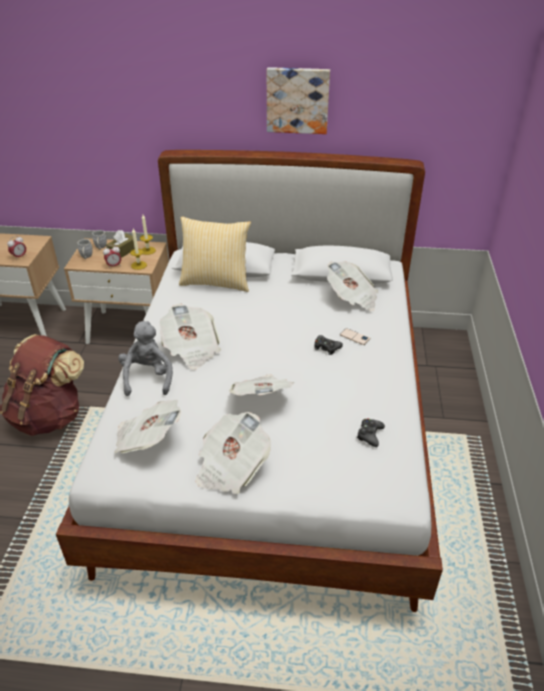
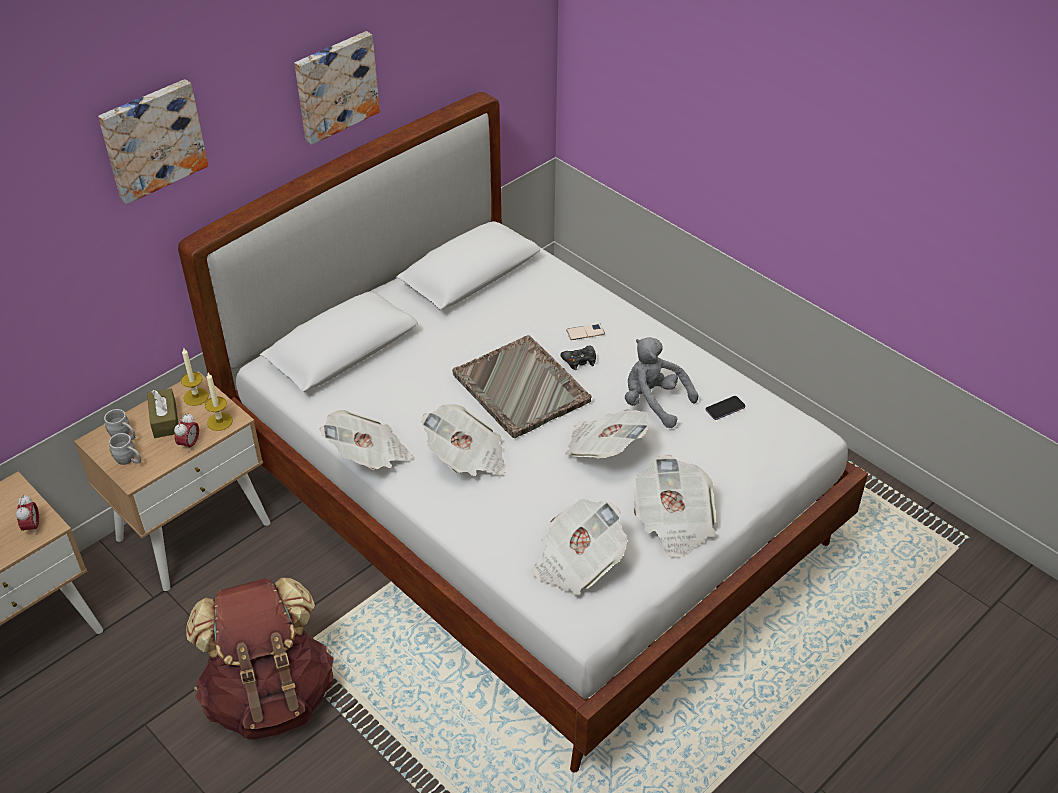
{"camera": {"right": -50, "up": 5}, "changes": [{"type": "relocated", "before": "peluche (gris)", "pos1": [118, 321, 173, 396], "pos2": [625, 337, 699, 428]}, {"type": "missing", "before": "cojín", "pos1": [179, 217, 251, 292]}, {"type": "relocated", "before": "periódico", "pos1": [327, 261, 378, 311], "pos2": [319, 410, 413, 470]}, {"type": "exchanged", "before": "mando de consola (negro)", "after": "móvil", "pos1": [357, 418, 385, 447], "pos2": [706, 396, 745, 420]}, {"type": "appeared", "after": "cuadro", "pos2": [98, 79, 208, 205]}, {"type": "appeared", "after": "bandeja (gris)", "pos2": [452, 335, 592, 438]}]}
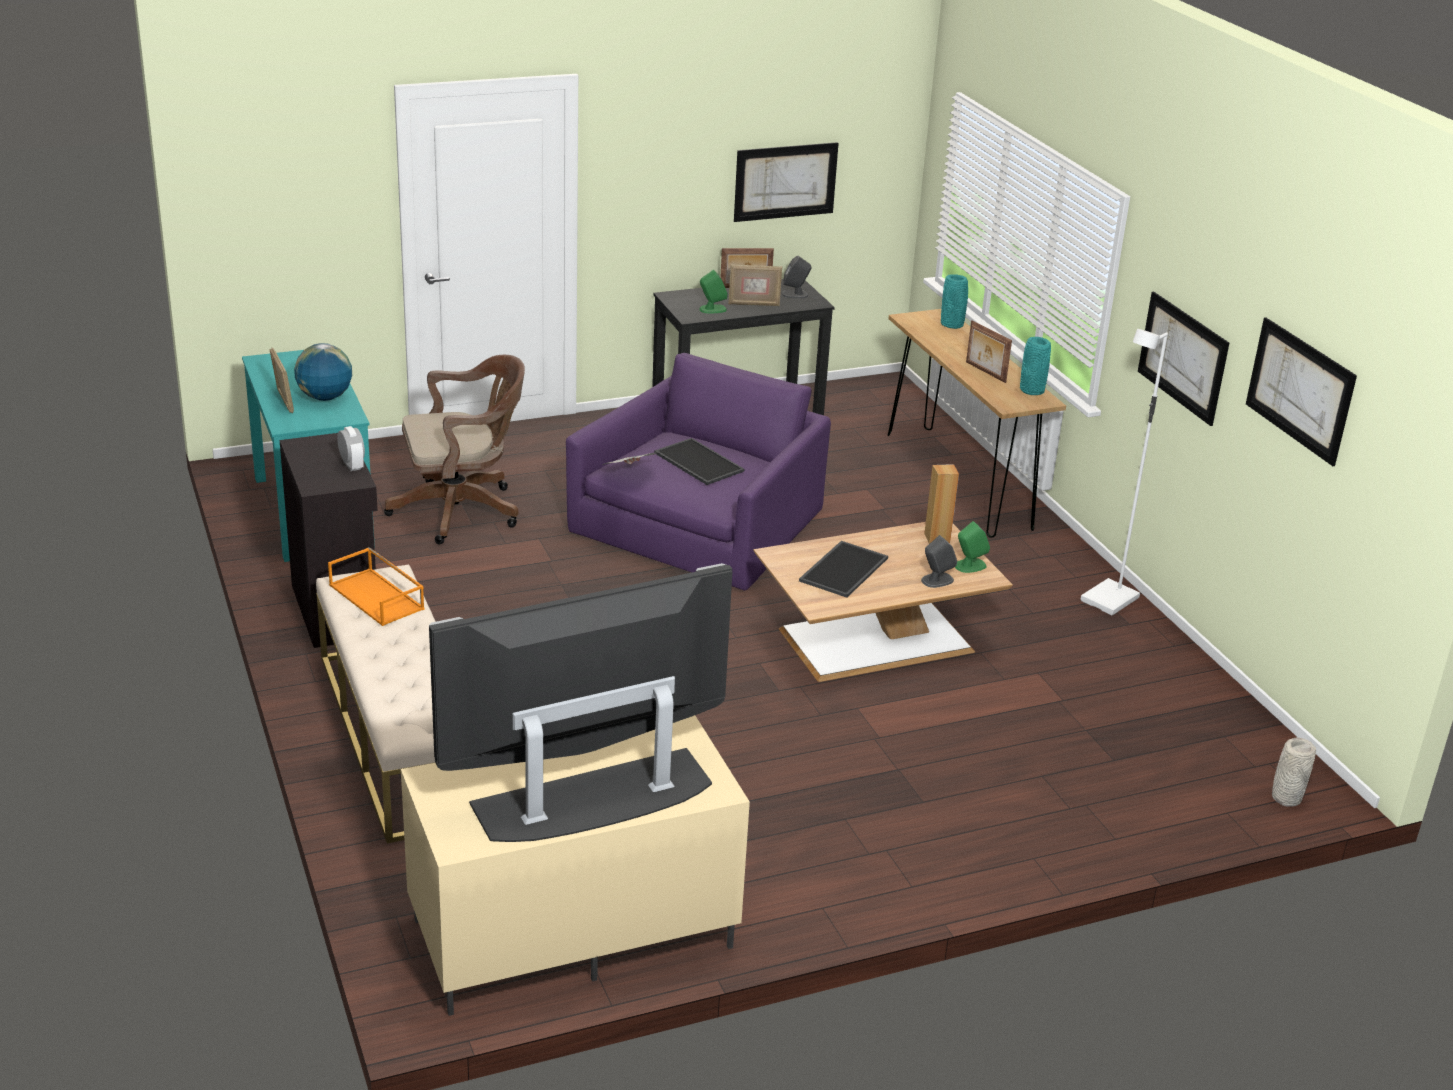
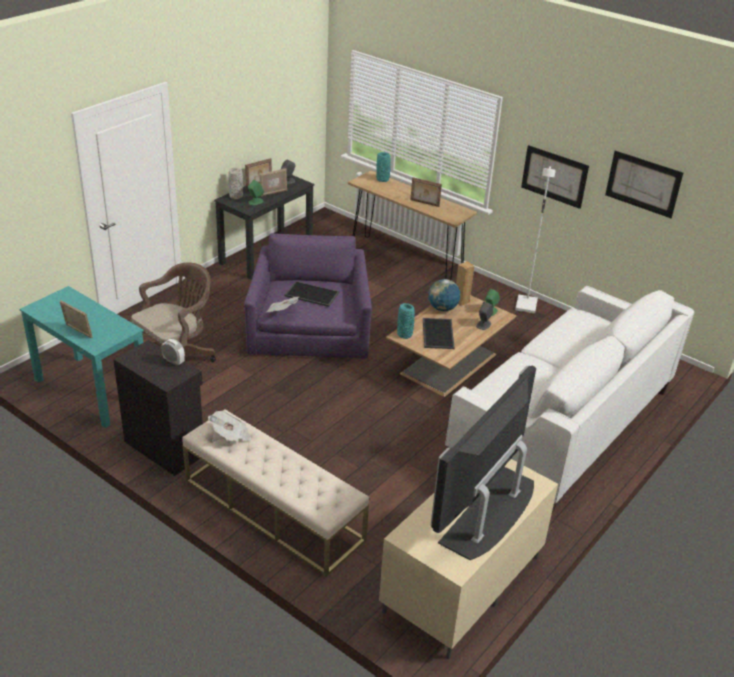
{"camera": {"right": -30, "up": 5}, "changes": [{"type": "relocated", "before": "globo terráqueo", "pos1": [294, 343, 352, 401], "pos2": [428, 279, 460, 311]}, {"type": "exchanged", "before": "bandeja (naranja)", "after": "periódico", "pos1": [328, 547, 425, 626], "pos2": [208, 411, 252, 442]}, {"type": "missing", "before": "cuadro", "pos1": [734, 142, 839, 222]}, {"type": "relocated", "before": "florero (turquesa)", "pos1": [1020, 337, 1051, 395], "pos2": [397, 303, 415, 339]}, {"type": "relocated", "before": "florero (gris)", "pos1": [1272, 737, 1316, 807], "pos2": [228, 168, 243, 199]}, {"type": "appeared", "after": "sofá (blanco)", "pos2": [445, 286, 694, 513]}]}
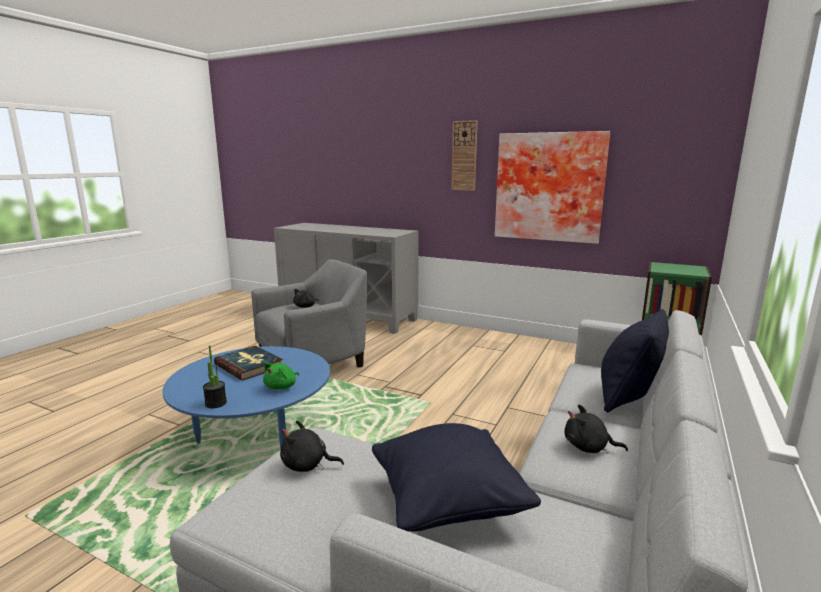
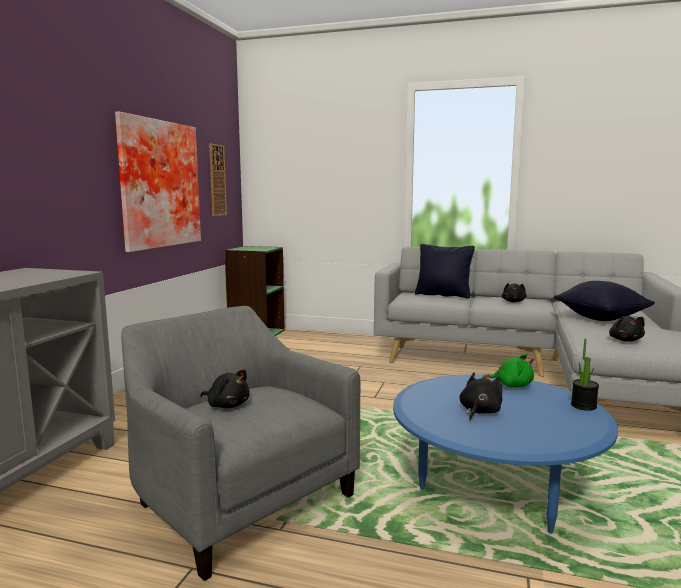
{"camera": {"right": -100, "up": -5}, "changes": [{"type": "exchanged", "before": "libro", "after": "peluche (negro)", "pos1": [214, 345, 283, 381], "pos2": [459, 372, 502, 420]}, {"type": "relocated", "before": "reloj de pared", "pos1": [451, 120, 477, 191], "pos2": [209, 144, 227, 216]}]}
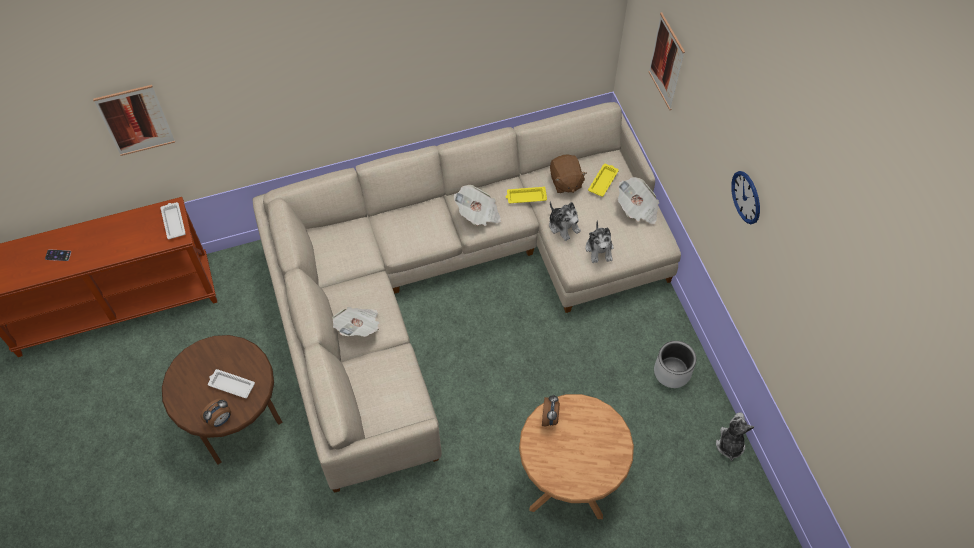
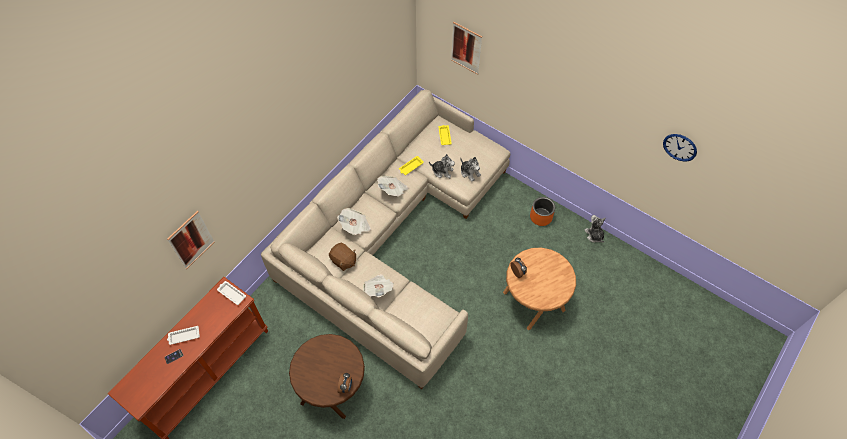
{"camera": {"right": -35, "up": 0}, "changes": [{"type": "relocated", "before": "bandeja (blanco)", "pos1": [208, 369, 255, 398], "pos2": [167, 326, 200, 345]}, {"type": "relocated", "before": "peluche (marrón)", "pos1": [550, 154, 587, 193], "pos2": [329, 243, 356, 271]}, {"type": "relocated", "before": "periódico", "pos1": [618, 177, 659, 225], "pos2": [337, 208, 371, 235]}, {"type": "colour", "before": "maceta (gris)", "after": "maceta (naranja)", "pos1": [654, 341, 696, 388], "pos2": [530, 197, 555, 226]}, {"type": "relocated", "before": "reloj de pared", "pos1": [731, 171, 760, 224], "pos2": [663, 134, 697, 162]}]}
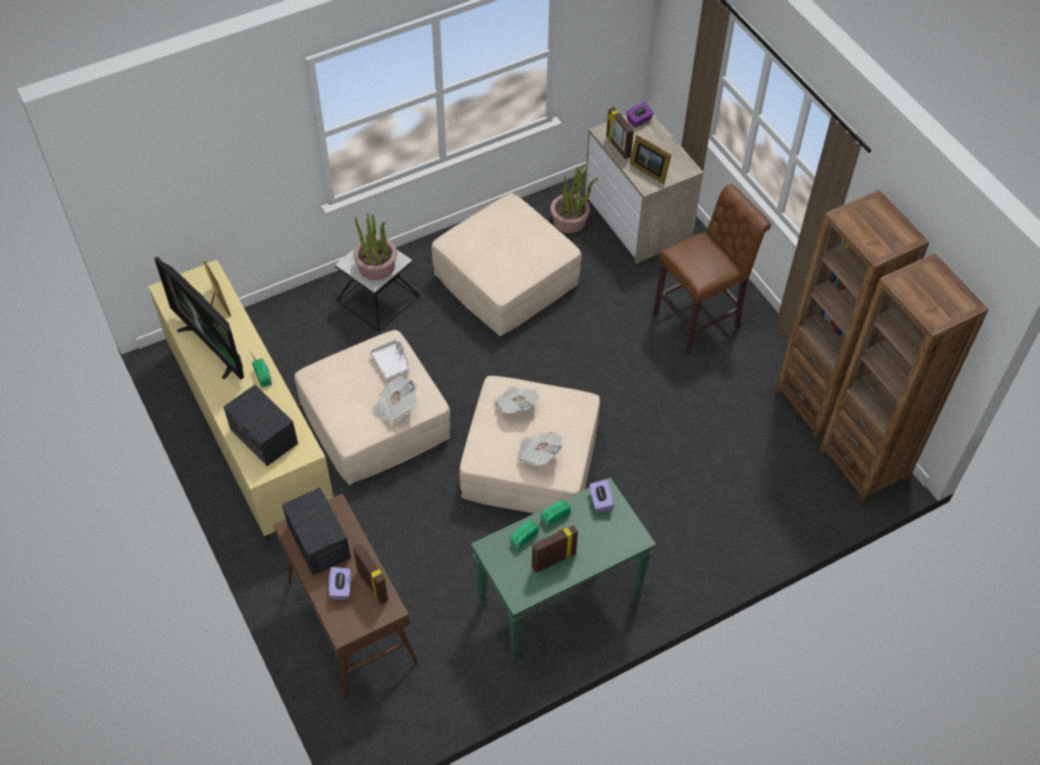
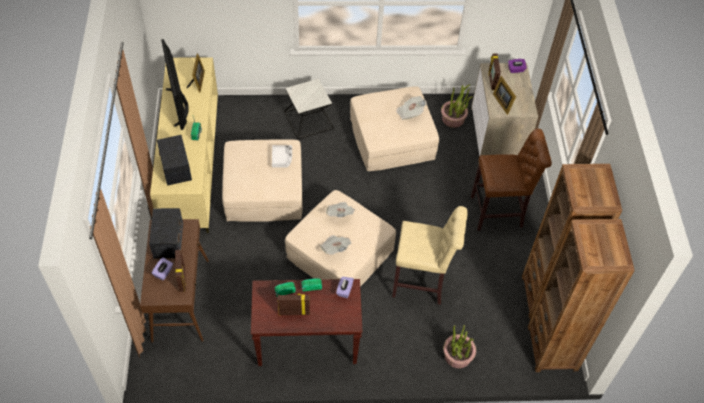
{"camera": {"right": 25, "up": 0}, "changes": [{"type": "relocated", "before": "planta en maceta", "pos1": [353, 212, 397, 280], "pos2": [443, 325, 476, 368]}, {"type": "relocated", "before": "periódico", "pos1": [371, 376, 417, 425], "pos2": [396, 96, 427, 120]}, {"type": "colour", "before": "mesa consola (verde)", "after": "mesa consola (marrón)", "pos1": [471, 478, 656, 660], "pos2": [251, 279, 362, 366]}, {"type": "appeared", "after": "taburete (beis)", "pos2": [392, 206, 467, 305]}]}
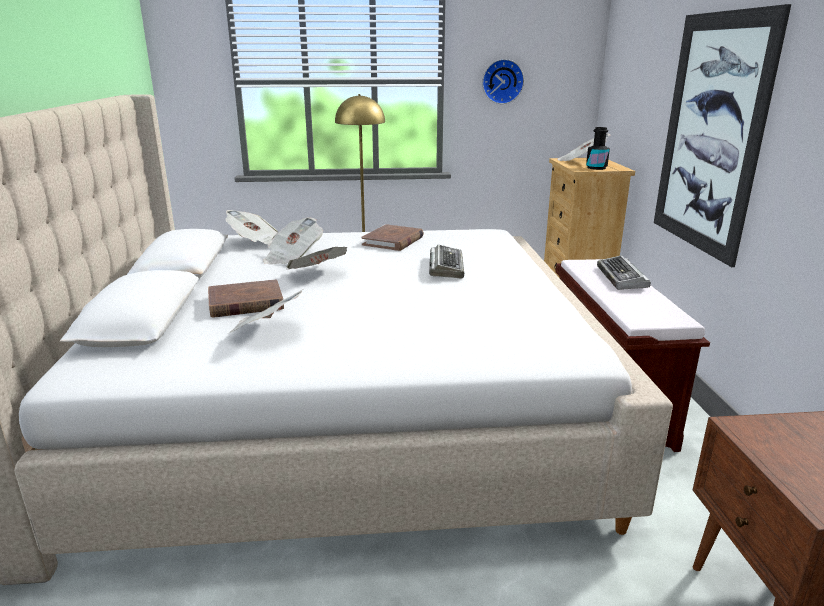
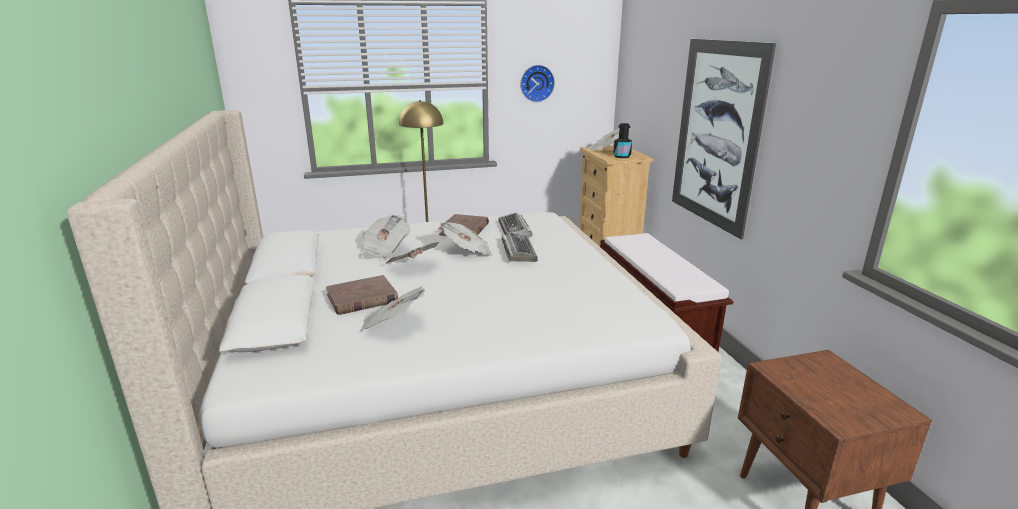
{"camera": {"right": -10, "up": 0}, "changes": [{"type": "relocated", "before": "periódico", "pos1": [225, 210, 278, 245], "pos2": [440, 222, 493, 256]}, {"type": "relocated", "before": "teclado", "pos1": [597, 255, 651, 290], "pos2": [499, 212, 532, 237]}]}
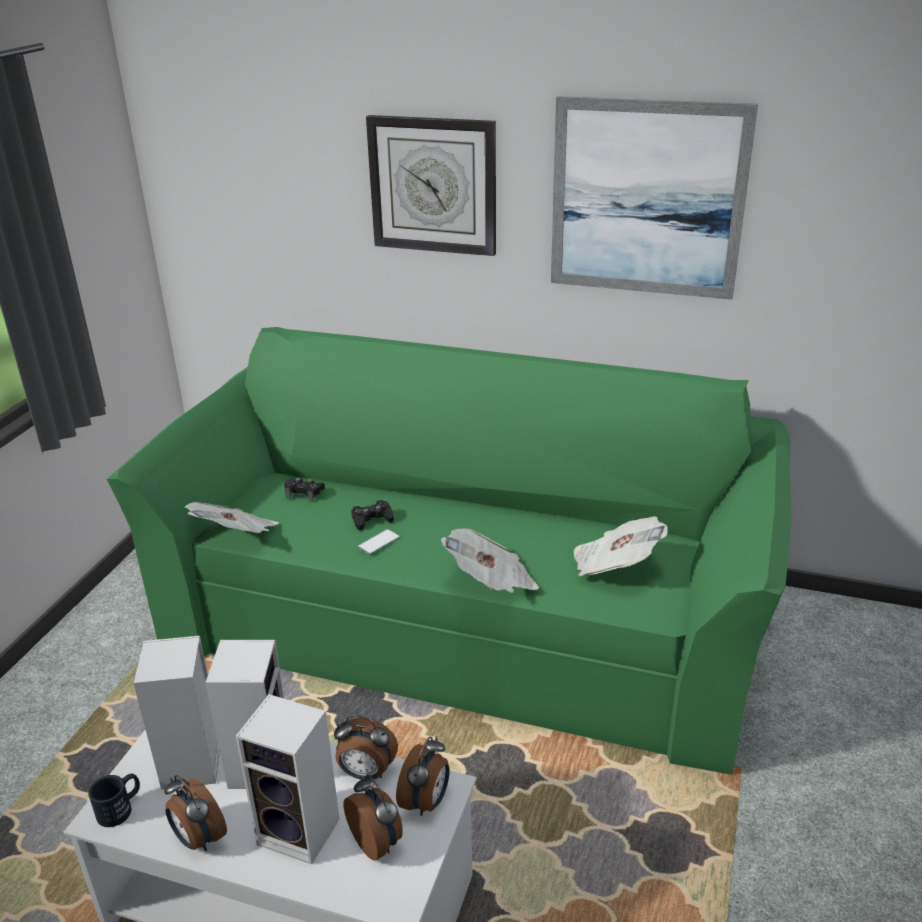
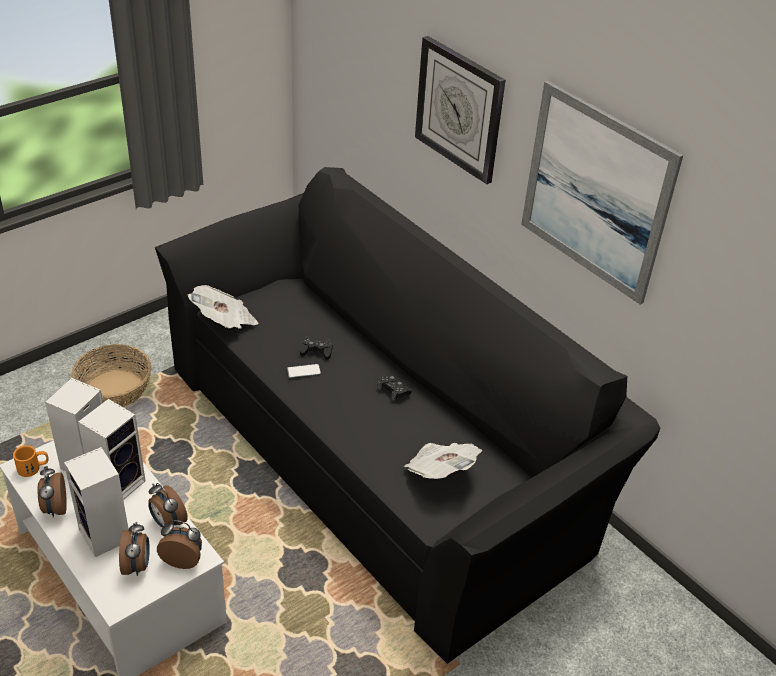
{"camera": {"right": 30, "up": 10}, "changes": [{"type": "colour", "before": "taza grande (negro)", "after": "taza grande (naranja)", "pos1": [88, 774, 140, 827], "pos2": [13, 445, 49, 477]}, {"type": "colour", "before": "sofá (verde)", "after": "sofá (negro)", "pos1": [107, 327, 792, 775], "pos2": [155, 167, 660, 664]}, {"type": "relocated", "before": "mando de consola (negro)", "pos1": [284, 478, 325, 501], "pos2": [377, 374, 412, 401]}, {"type": "spun", "before": "despertador", "pos1": [396, 736, 450, 816], "pos2": [157, 520, 202, 569], "turn": -135}, {"type": "missing", "before": "periódico", "pos1": [441, 528, 539, 593]}, {"type": "appeared", "after": "cesta", "pos2": [71, 344, 151, 407]}]}
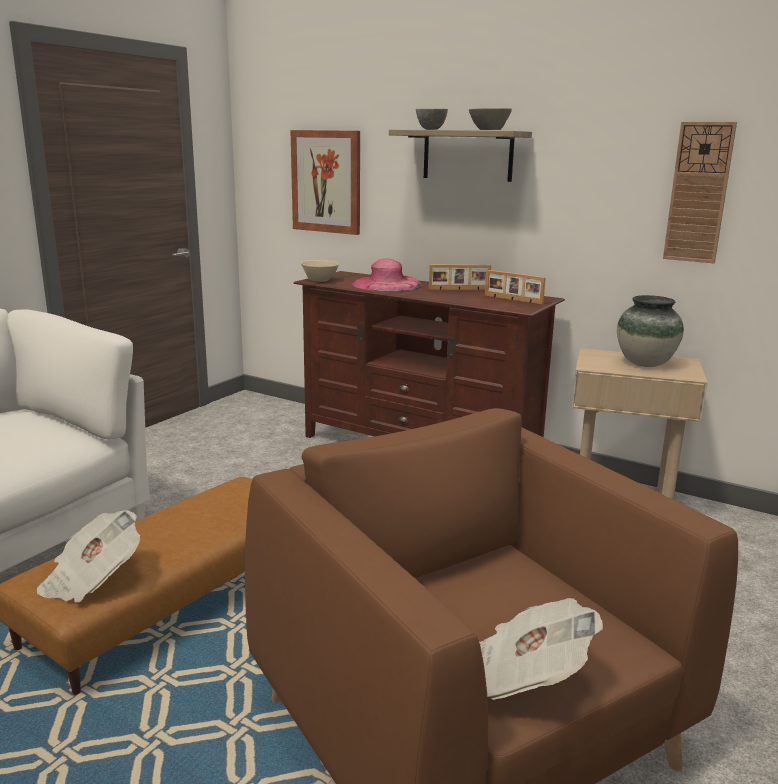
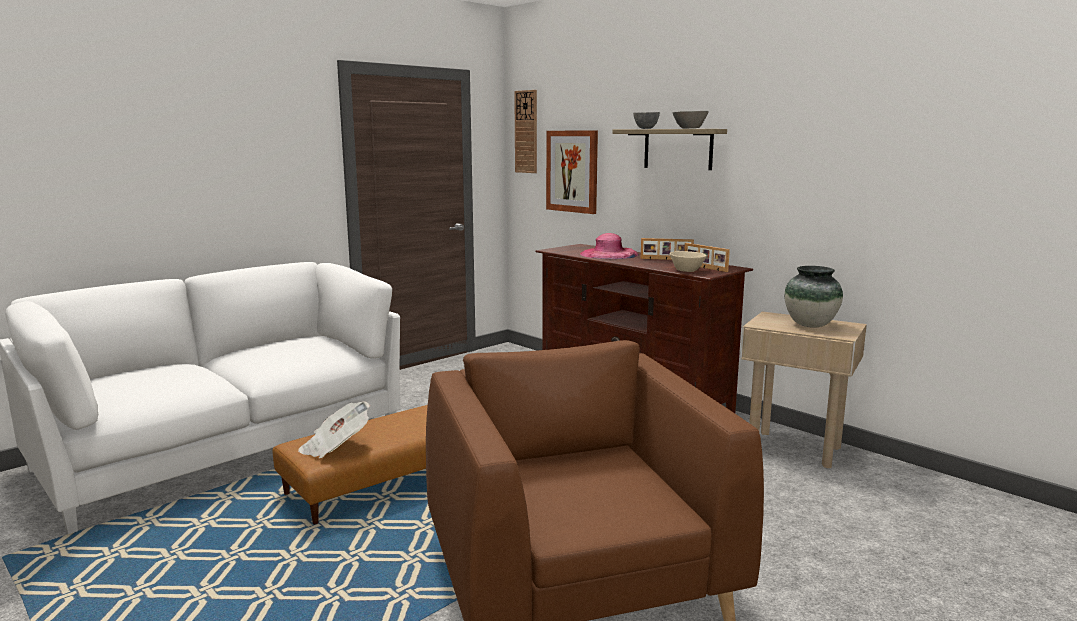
{"camera": {"right": 15, "up": -5}, "changes": [{"type": "relocated", "before": "cuenco (beis)", "pos1": [301, 260, 339, 282], "pos2": [669, 251, 707, 272]}, {"type": "missing", "before": "periódico", "pos1": [479, 598, 603, 700]}, {"type": "relocated", "before": "reloj de pared", "pos1": [663, 122, 737, 263], "pos2": [514, 90, 537, 173]}]}
